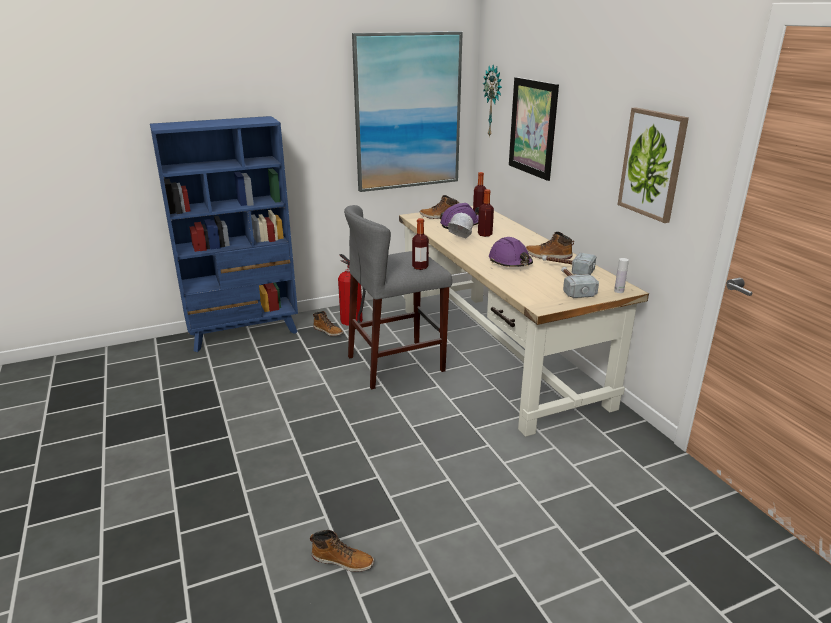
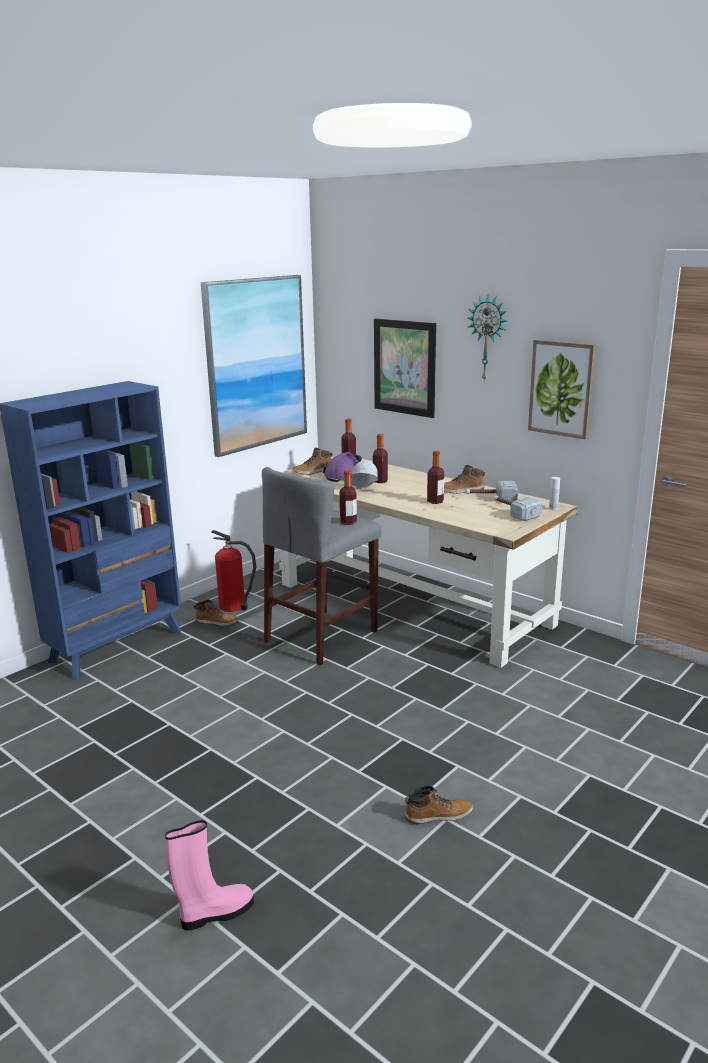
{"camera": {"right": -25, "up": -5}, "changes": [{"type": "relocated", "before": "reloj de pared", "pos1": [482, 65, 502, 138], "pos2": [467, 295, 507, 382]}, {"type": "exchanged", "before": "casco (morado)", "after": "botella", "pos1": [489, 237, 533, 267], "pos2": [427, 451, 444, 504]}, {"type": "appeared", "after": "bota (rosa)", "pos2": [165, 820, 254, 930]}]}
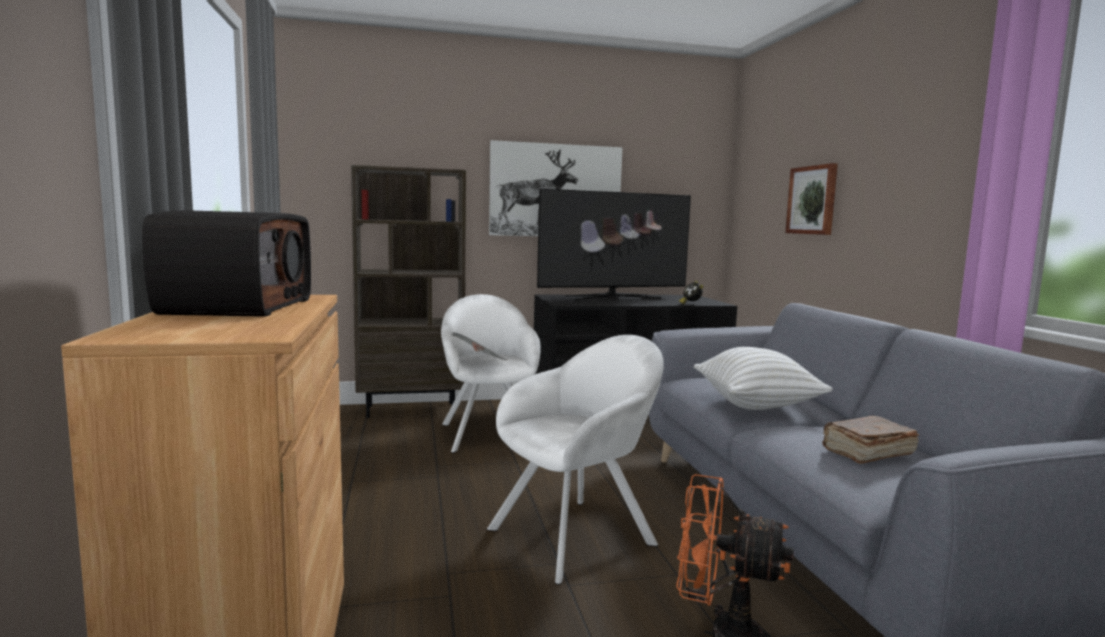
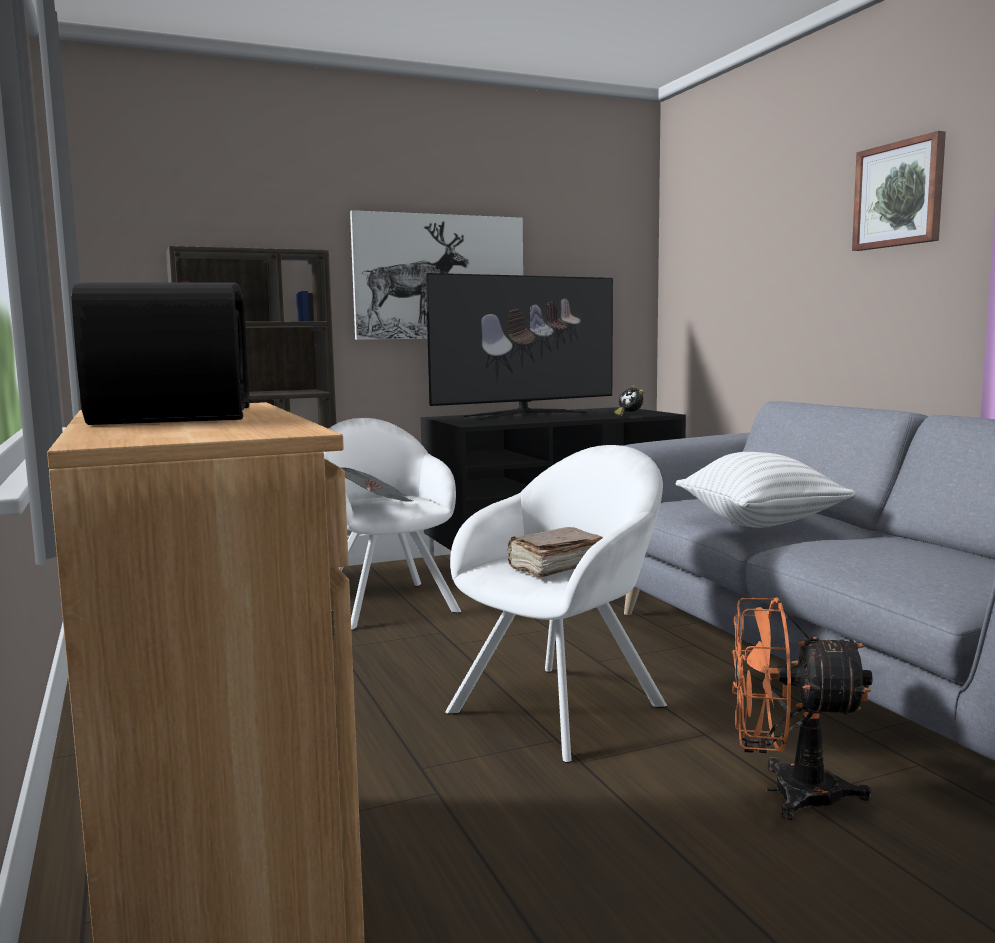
{"camera": {"right": -10, "up": 0}, "changes": [{"type": "relocated", "before": "cuadro", "pos1": [785, 163, 838, 235], "pos2": [852, 131, 946, 251]}, {"type": "relocated", "before": "libro (marrón)", "pos1": [822, 416, 919, 464], "pos2": [507, 527, 603, 578]}]}
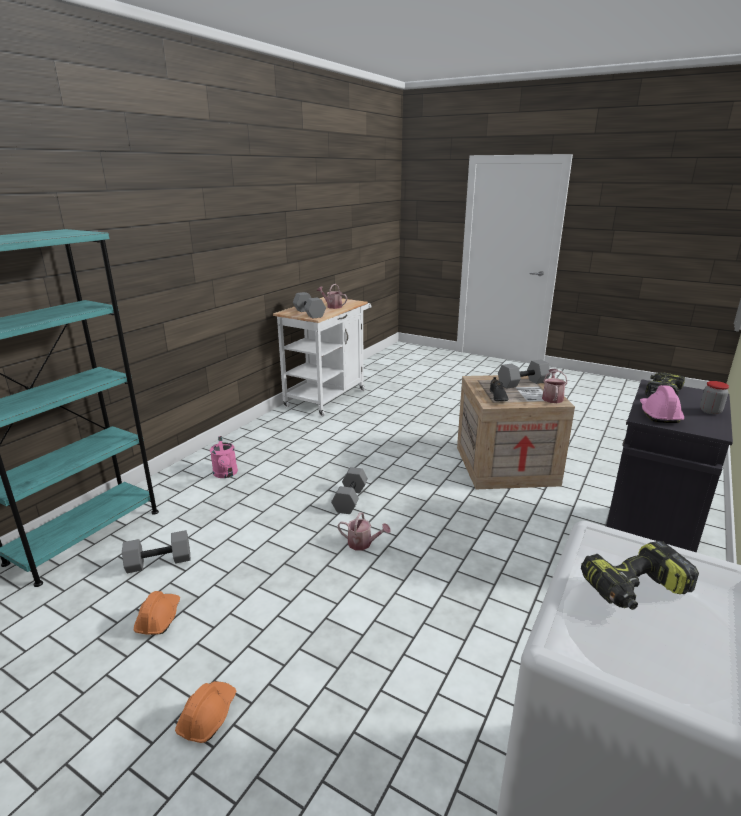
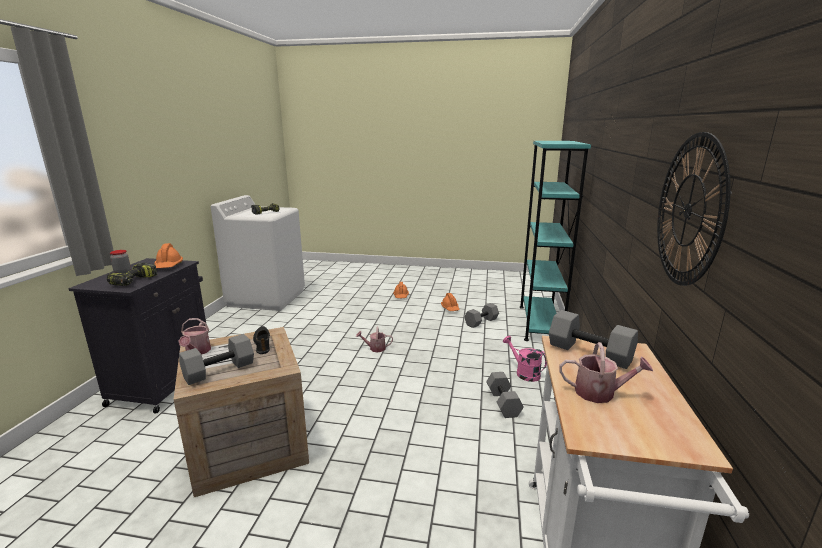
{"camera": {"right": 160, "up": -5}, "changes": [{"type": "relocated", "before": "mancuerna (gris)", "pos1": [331, 467, 368, 514], "pos2": [486, 372, 524, 418]}, {"type": "colour", "before": "casco (rosa)", "after": "casco (naranja)", "pos1": [640, 385, 684, 423], "pos2": [154, 243, 183, 268]}, {"type": "appeared", "after": "reloj de pared", "pos2": [657, 132, 731, 286]}]}
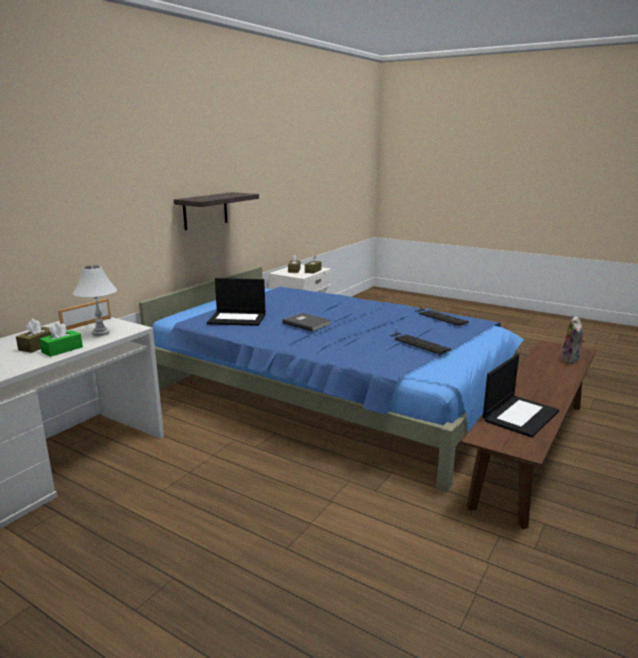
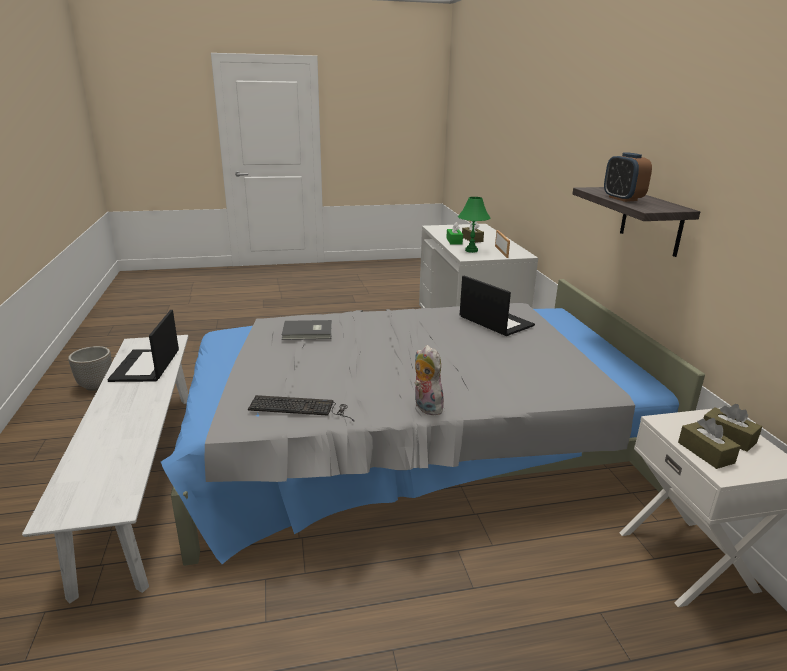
{"camera": {"right": 135, "up": 5}, "changes": [{"type": "colour", "before": "lámpara de mesa (blanco)", "after": "lámpara de mesa (verde)", "pos1": [73, 265, 117, 336], "pos2": [458, 197, 490, 253]}, {"type": "colour", "before": "cama (azul)", "after": "cama (gris)", "pos1": [139, 266, 524, 493], "pos2": [161, 279, 705, 566]}, {"type": "spun", "before": "portátil", "pos1": [207, 278, 266, 326], "pos2": [460, 275, 535, 336], "turn": 90}, {"type": "relocated", "before": "libro (gris)", "pos1": [283, 313, 331, 332], "pos2": [281, 320, 332, 340]}, {"type": "missing", "before": "teclado", "pos1": [390, 332, 451, 354]}, {"type": "colour", "before": "banco (marrón)", "after": "banco (blanco)", "pos1": [462, 340, 596, 529], "pos2": [22, 335, 189, 603]}, {"type": "relocated", "before": "peluche", "pos1": [561, 316, 586, 364], "pos2": [415, 345, 446, 415]}, {"type": "appeared", "after": "maceta", "pos2": [68, 346, 112, 391]}, {"type": "appeared", "after": "despertador", "pos2": [604, 152, 652, 202]}]}
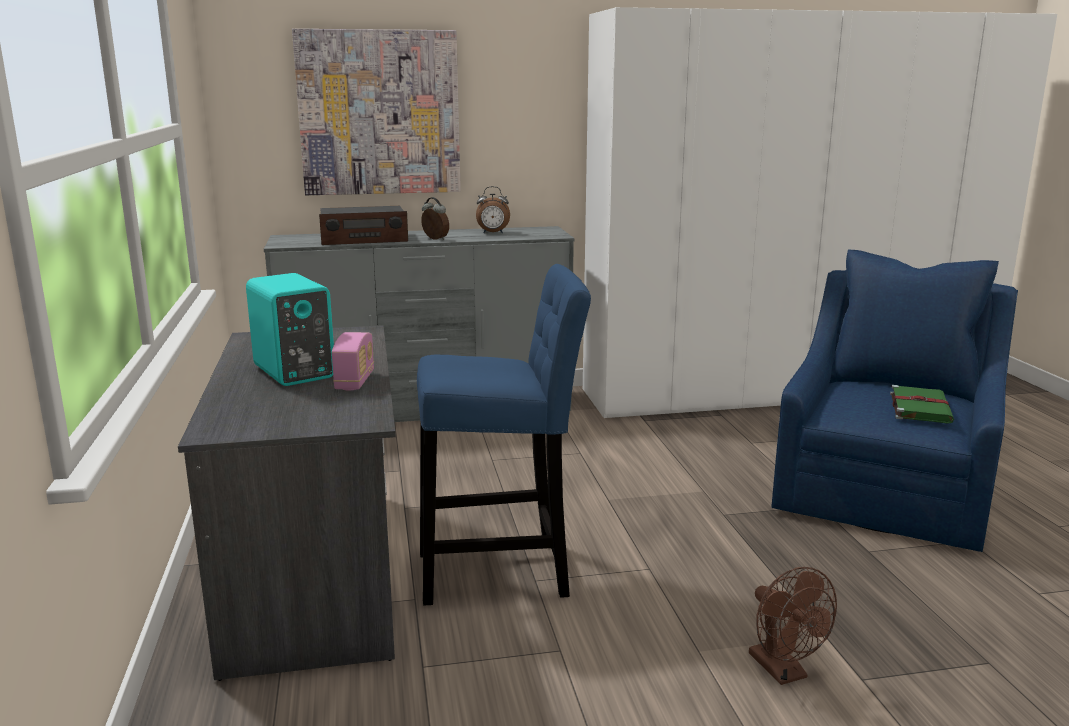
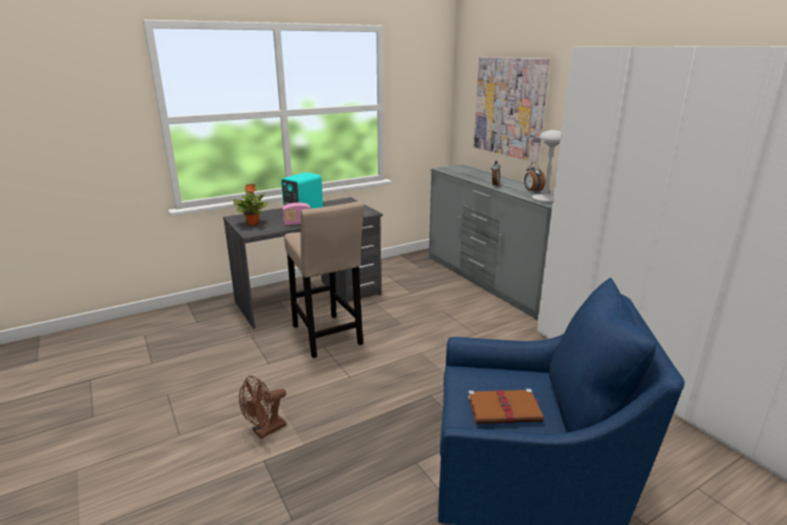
{"camera": {"right": 70, "up": 5}, "changes": [{"type": "missing", "before": "radio", "pos1": [319, 206, 408, 245]}, {"type": "colour", "before": "taburete (azul)", "after": "taburete (beis)", "pos1": [417, 264, 591, 605], "pos2": [284, 201, 364, 358]}, {"type": "colour", "before": "libro (verde)", "after": "libro (marrón)", "pos1": [890, 385, 954, 424], "pos2": [468, 389, 544, 424]}, {"type": "appeared", "after": "planta en maceta", "pos2": [233, 184, 268, 226]}, {"type": "appeared", "after": "lámpara de mesa (gris)", "pos2": [532, 130, 561, 204]}]}
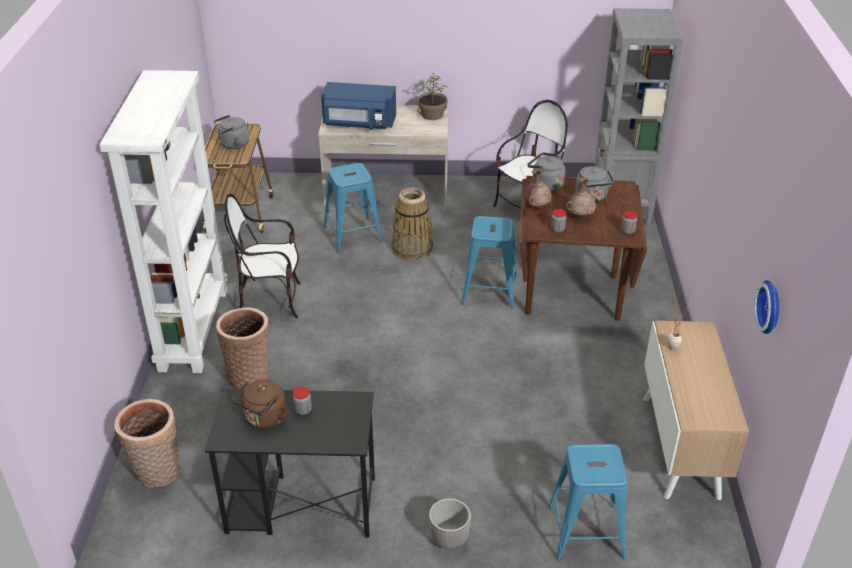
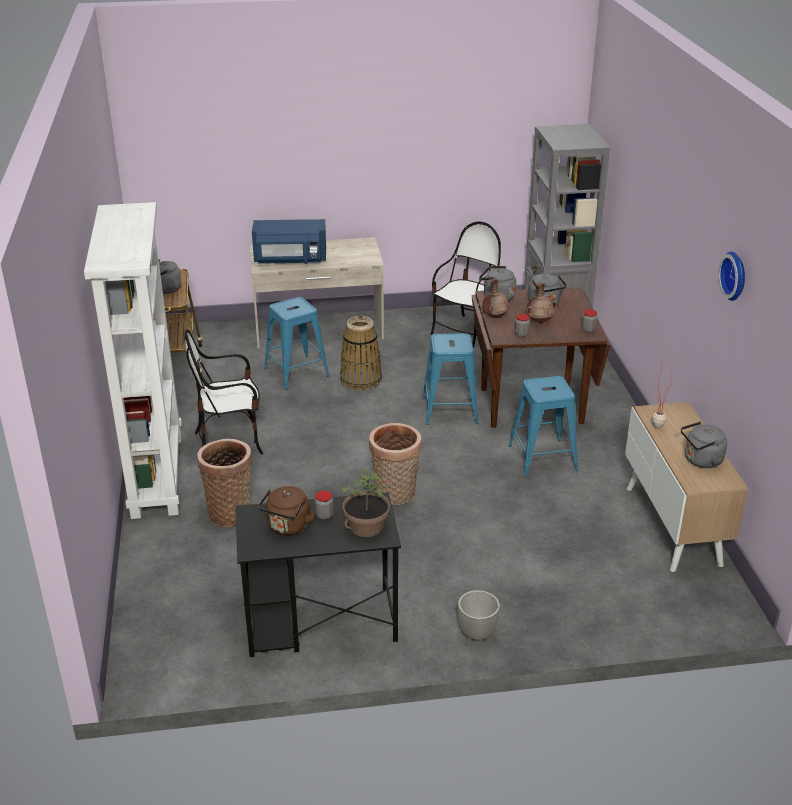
{"camera": {"right": -10, "up": -5}, "changes": [{"type": "relocated", "before": "cesta", "pos1": [114, 399, 181, 487], "pos2": [369, 423, 421, 505]}, {"type": "relocated", "before": "planta en maceta", "pos1": [417, 73, 448, 120], "pos2": [342, 469, 390, 537]}, {"type": "relocated", "before": "taburete (azul)", "pos1": [549, 444, 627, 561], "pos2": [509, 376, 578, 477]}, {"type": "relocated", "before": "reloj de pared", "pos1": [754, 280, 779, 334], "pos2": [718, 252, 745, 301]}, {"type": "appeared", "after": "hervidor (gris)", "pos2": [681, 421, 727, 468]}]}
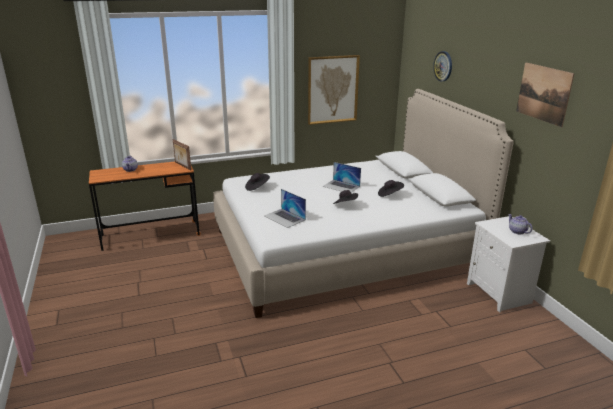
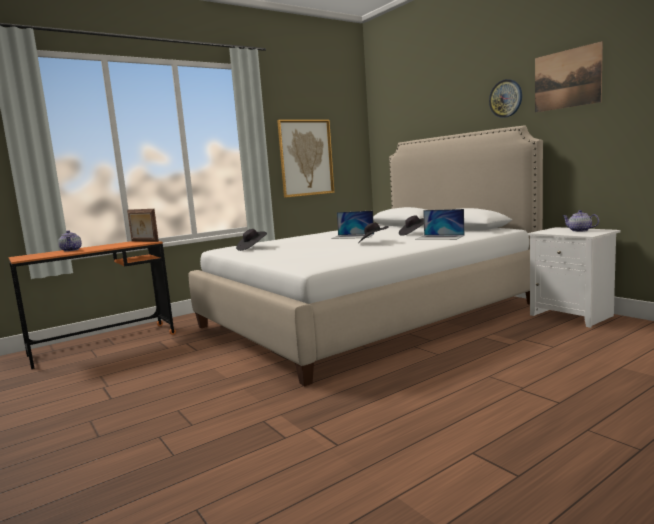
{"camera": {"right": -15, "up": -15}, "changes": [{"type": "relocated", "before": "portátil", "pos1": [264, 189, 306, 228], "pos2": [415, 209, 465, 240]}, {"type": "relocated", "before": "reloj de pared", "pos1": [433, 51, 452, 81], "pos2": [489, 79, 522, 118]}]}
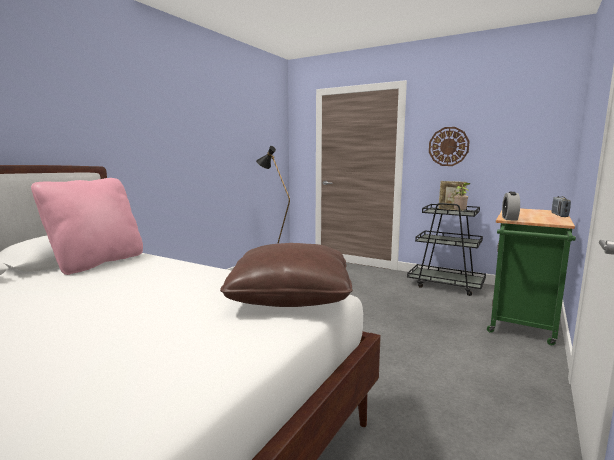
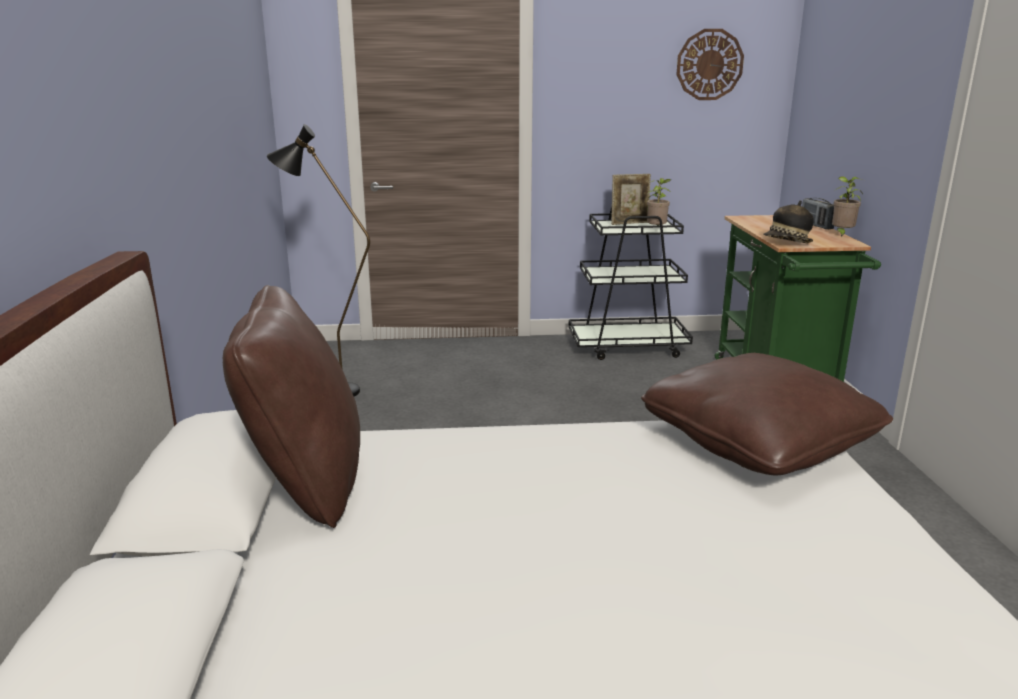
{"camera": {"right": -35, "up": 10}, "changes": [{"type": "colour", "before": "cojín (rosa)", "after": "cojín (marrón)", "pos1": [31, 178, 143, 275], "pos2": [223, 285, 360, 528]}, {"type": "relocated", "before": "reloj de pared", "pos1": [429, 127, 470, 166], "pos2": [676, 29, 744, 100]}, {"type": "exchanged", "before": "despertador", "after": "sombrero", "pos1": [502, 192, 520, 221], "pos2": [763, 200, 814, 243]}, {"type": "appeared", "after": "planta en maceta", "pos2": [832, 176, 863, 237]}]}
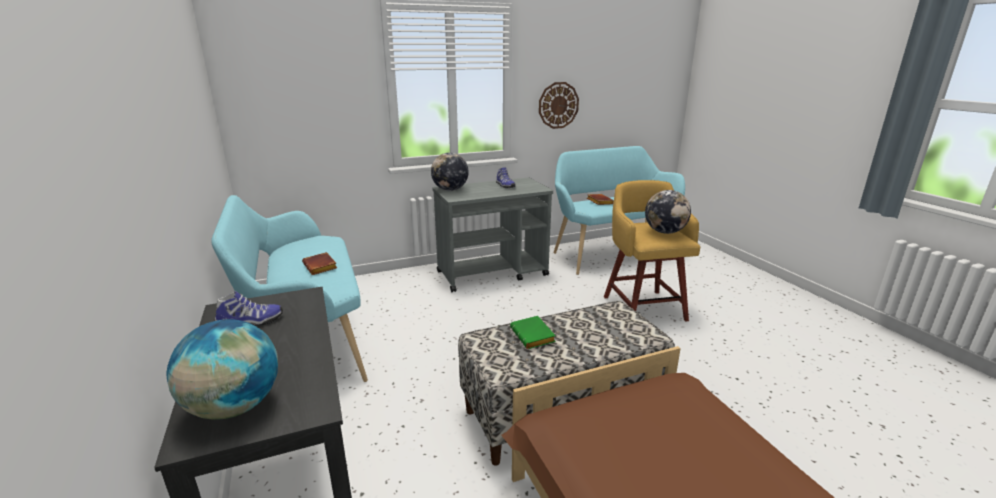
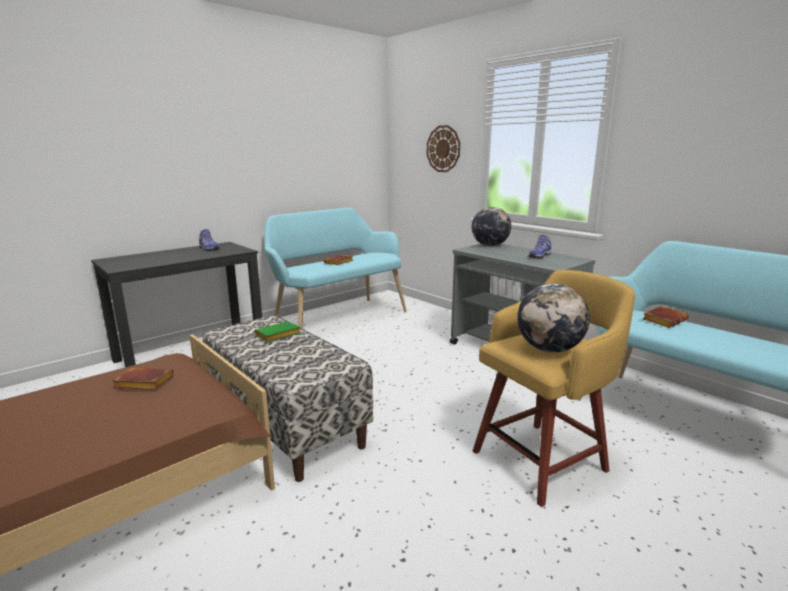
{"camera": {"right": 70, "up": -5}, "changes": [{"type": "missing", "before": "globo terráqueo", "pos1": [167, 319, 278, 420]}, {"type": "relocated", "before": "reloj de pared", "pos1": [539, 82, 579, 129], "pos2": [427, 125, 460, 172]}, {"type": "appeared", "after": "libro (marrón)", "pos2": [111, 367, 174, 390]}]}
